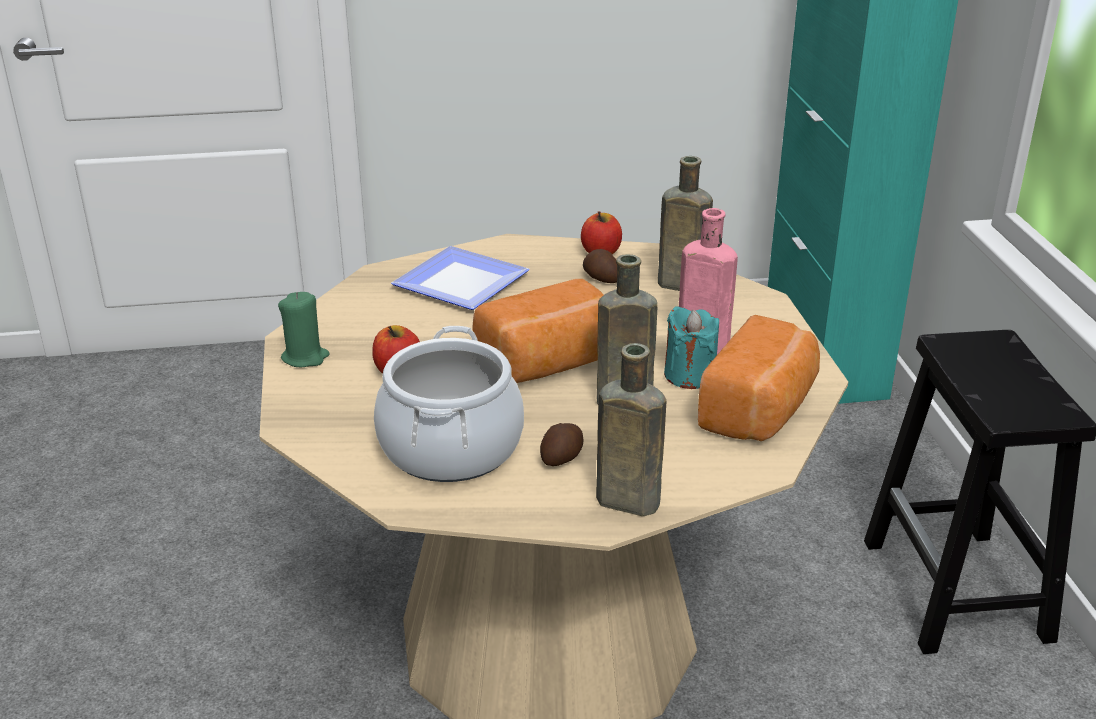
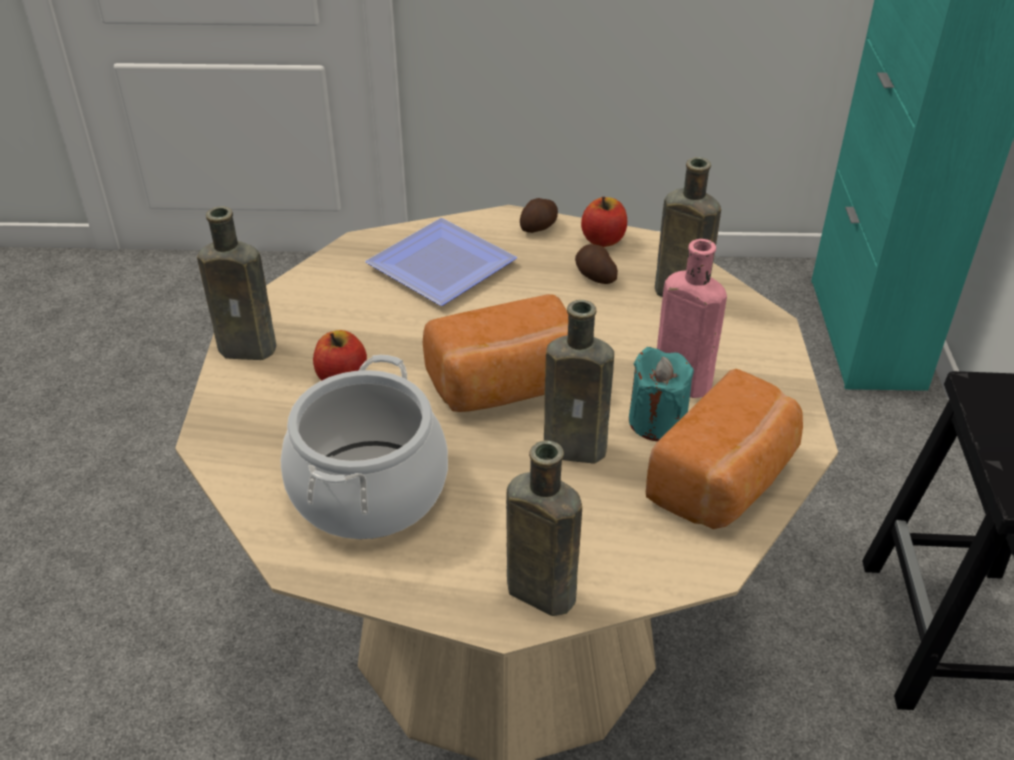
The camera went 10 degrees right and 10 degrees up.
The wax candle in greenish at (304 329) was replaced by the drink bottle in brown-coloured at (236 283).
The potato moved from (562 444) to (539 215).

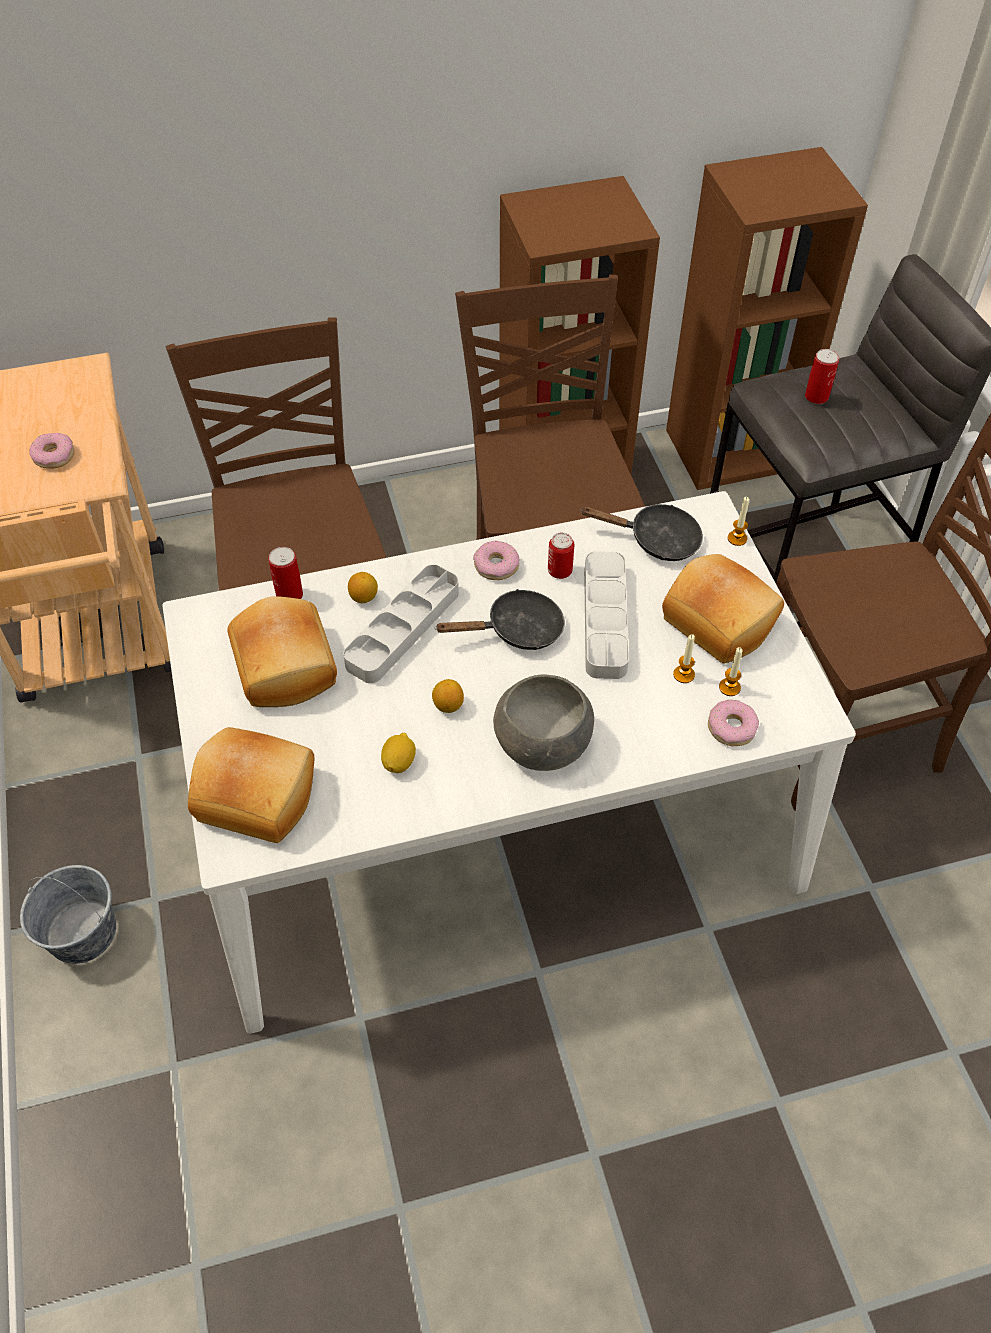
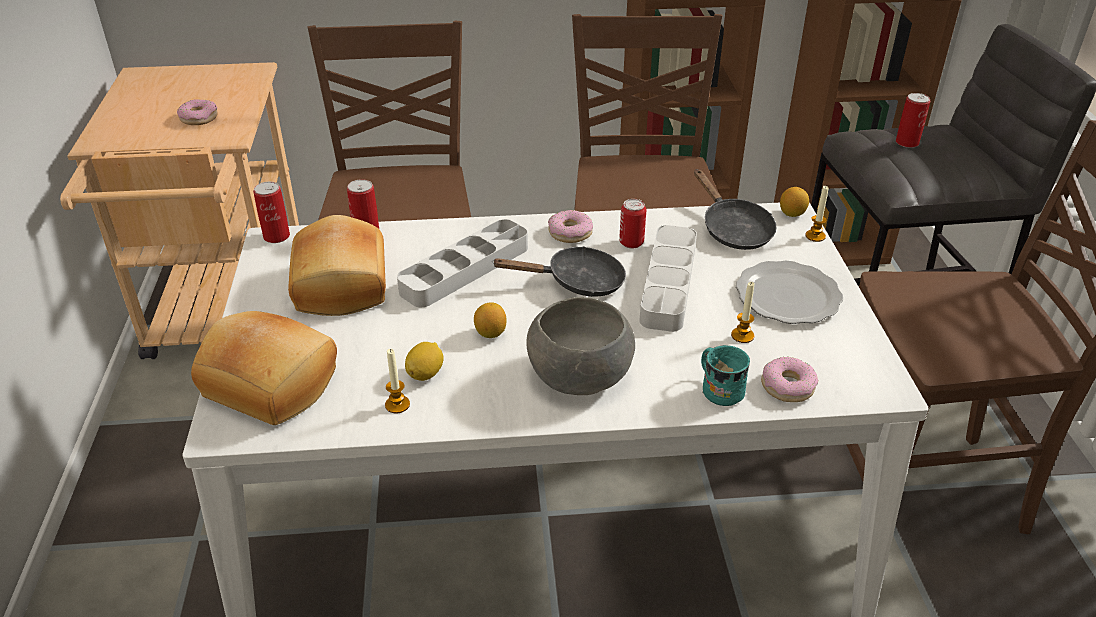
The camera went 10 degrees right and 15 degrees down.
The bucket in grey at (68 914) disappeared.
The citrus fruit moved from (363 587) to (794 202).
The skillet in black-coloured at (641 532) turned 45 degrees clockwise.
The bakery bread at (723 608) was replaced by the dinner plate at (789 292).
The wax candle moved from (731 671) to (397 381).
The sealed can at (271 212) appeared.
The tea mug in turquoise at (725 375) appeared.

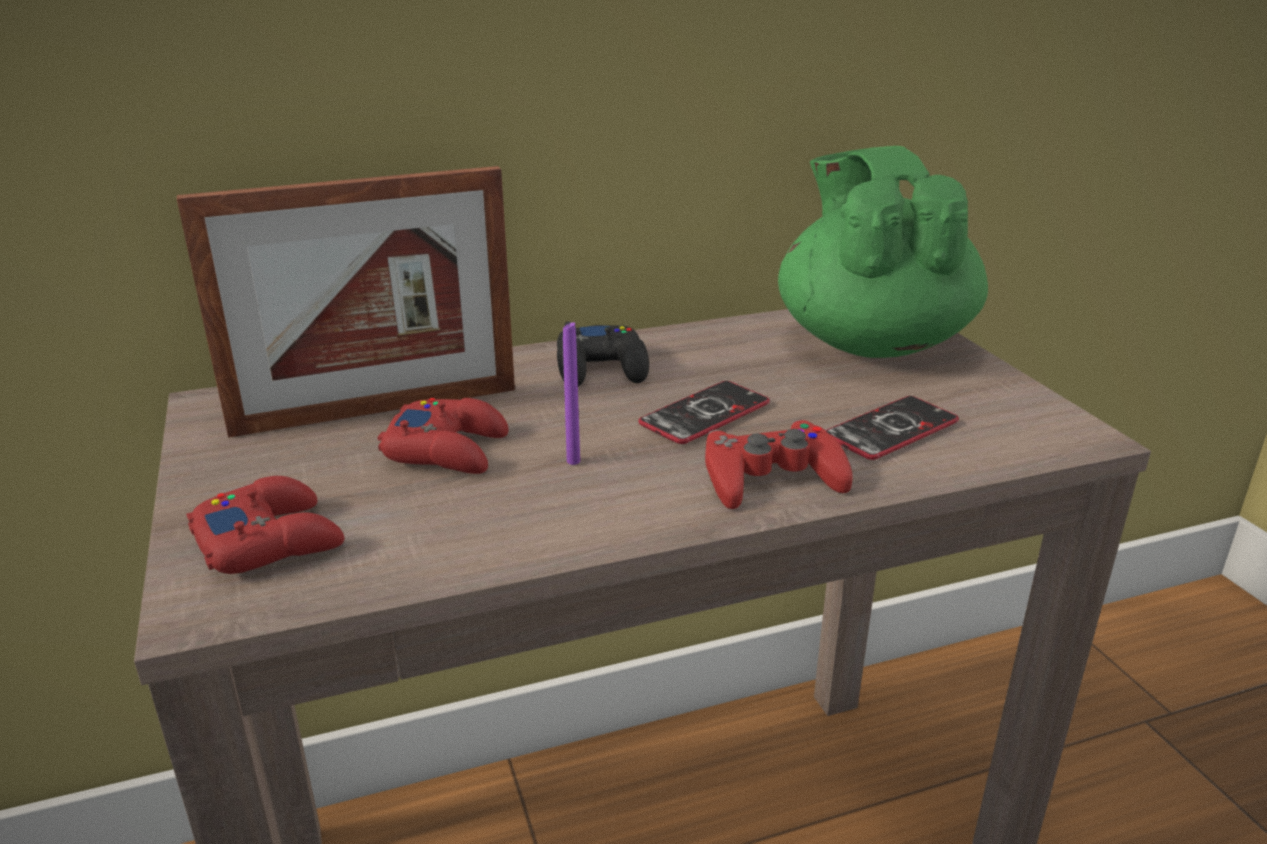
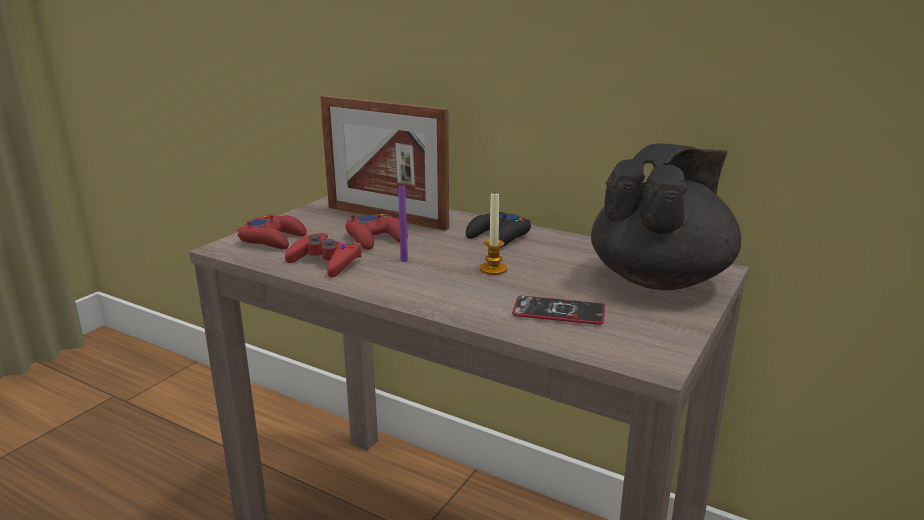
The camera went 50 degrees right and 5 degrees down.
The telephone at (704 412) was replaced by the wax candle at (493 234).
The gamepad in red-coloured moved from (779 464) to (323 255).
The tea pot in greenish at (883 252) became the tea pot in black-coloured at (666 216).

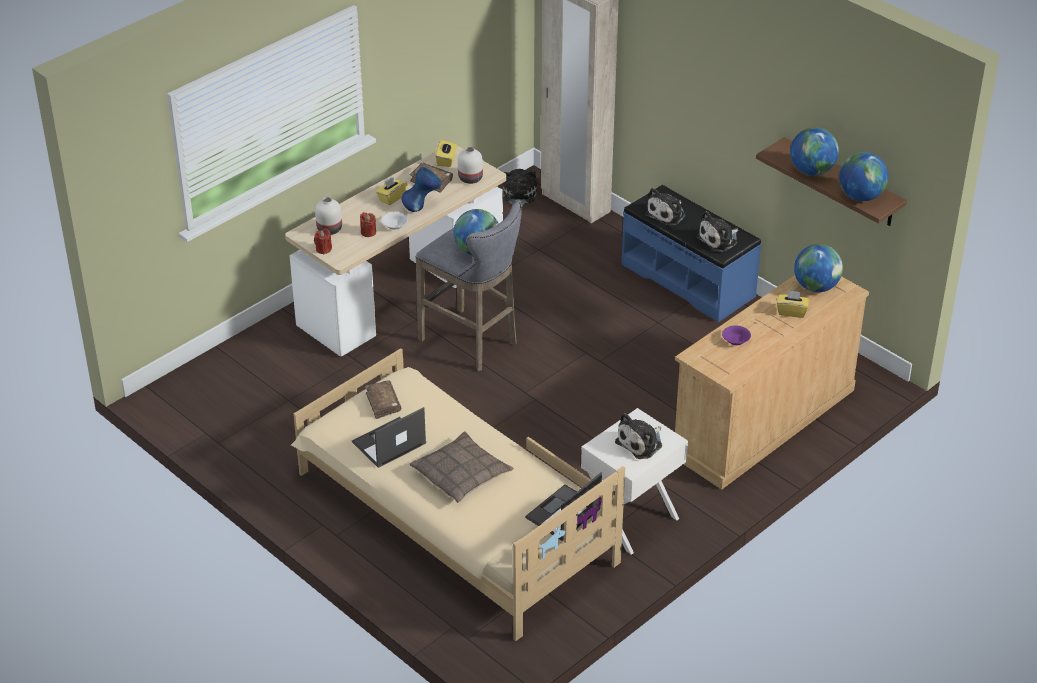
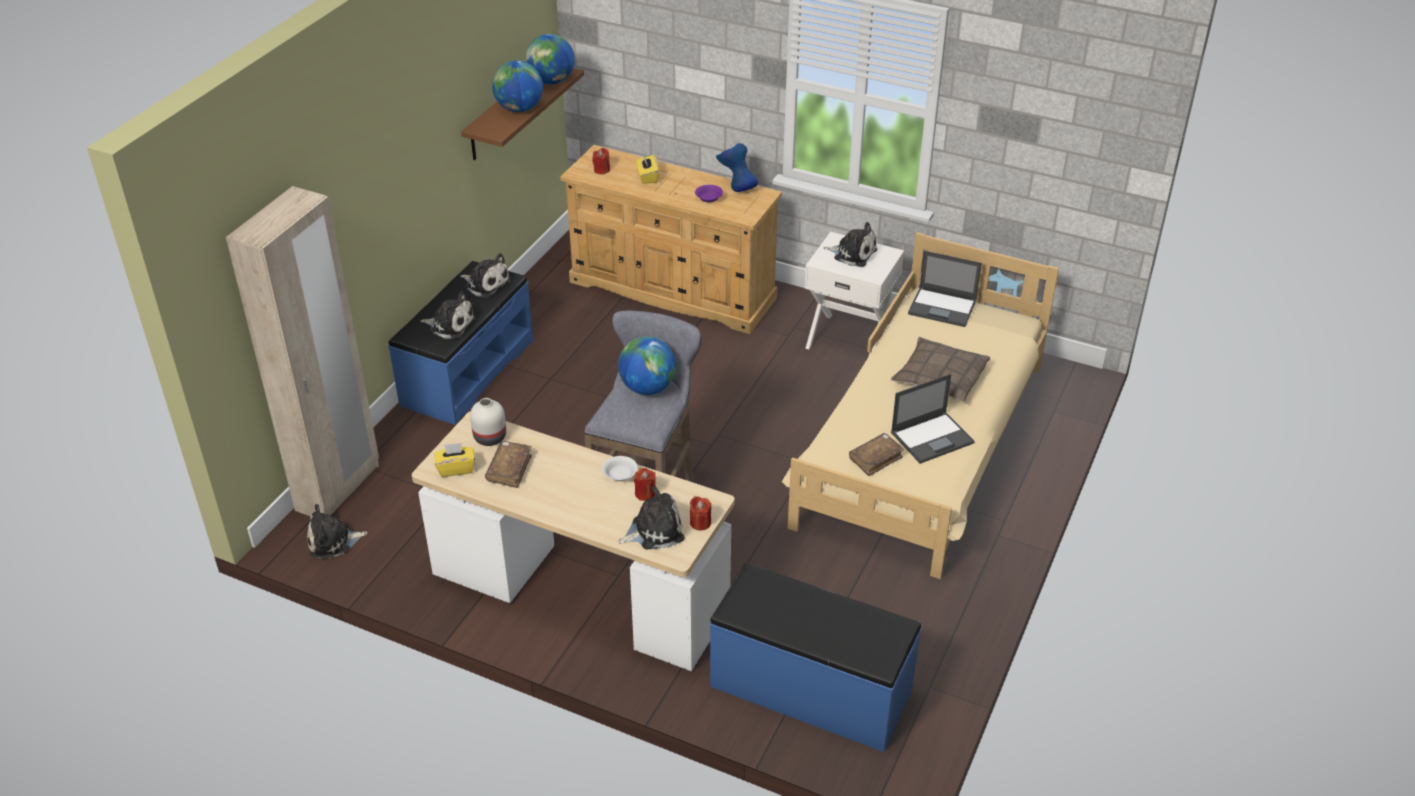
The camera went 110 degrees left and 0 degrees up.
The vase in white-coloured at (328 216) was replaced by the soft toy at (651 517).
The notebook computer at (389 437) turned 60 degrees counterclockwise.
The box of tissues in yellowish at (392 190) disappeared.
The vase in blue moved from (421 189) to (737 167).
The desk globe at (818 268) was replaced by the wax candle in red-coloured at (601 161).
The long seat in blue at (816 657) appeared.

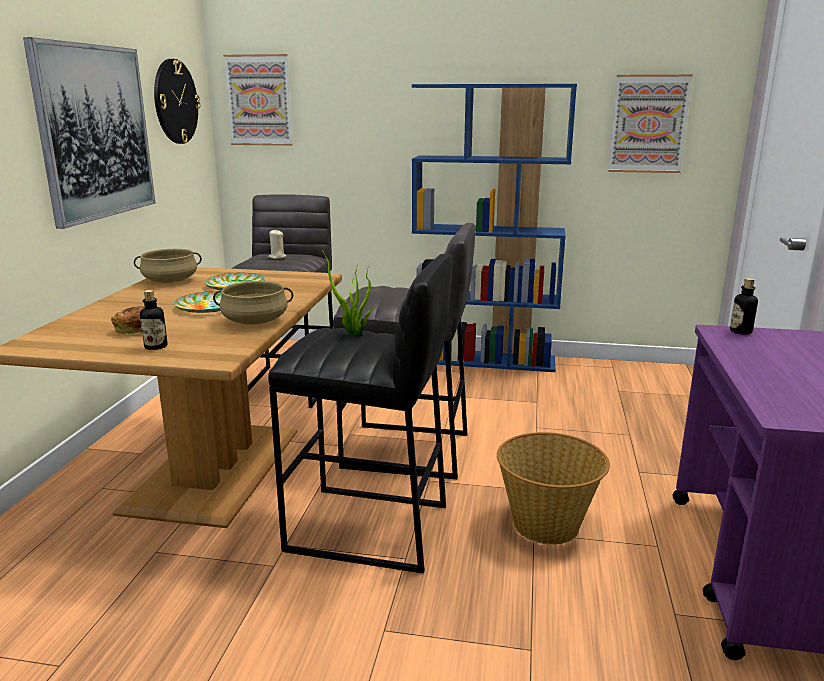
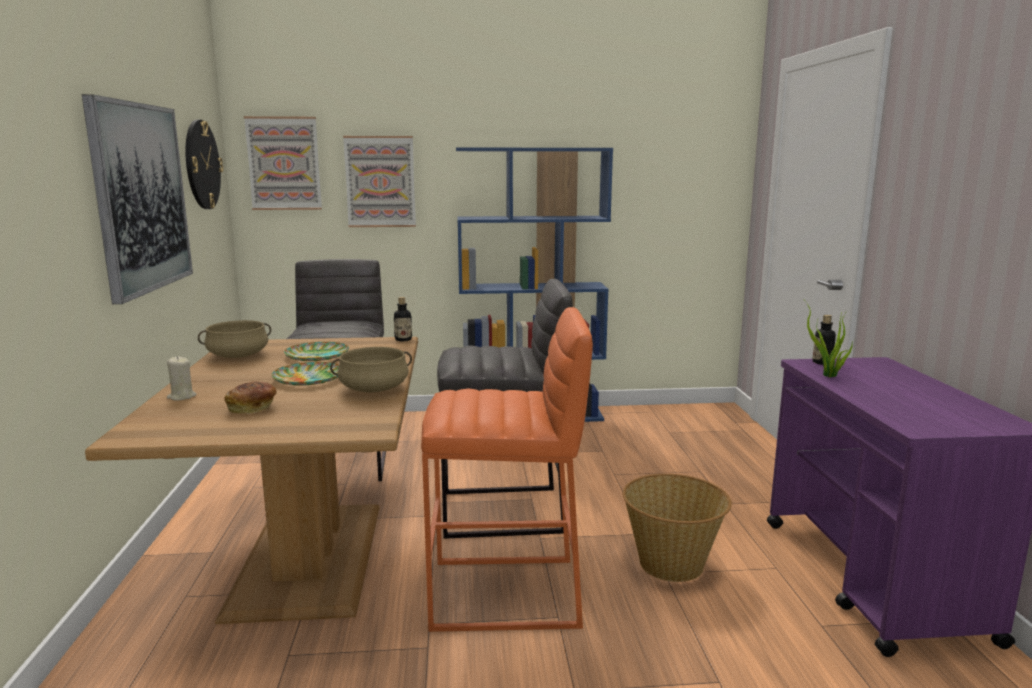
The camera went 15 degrees left and 5 degrees down.
The drink bottle moved from (153 320) to (403 319).
The wax candle in beige-coloured moved from (277 244) to (182 378).
The sitting stool in black-coloured at (360 413) became the sitting stool in orangey at (507 469).
The plant in a pot moved from (348 293) to (829 339).
The wall art moved from (650 123) to (379 181).

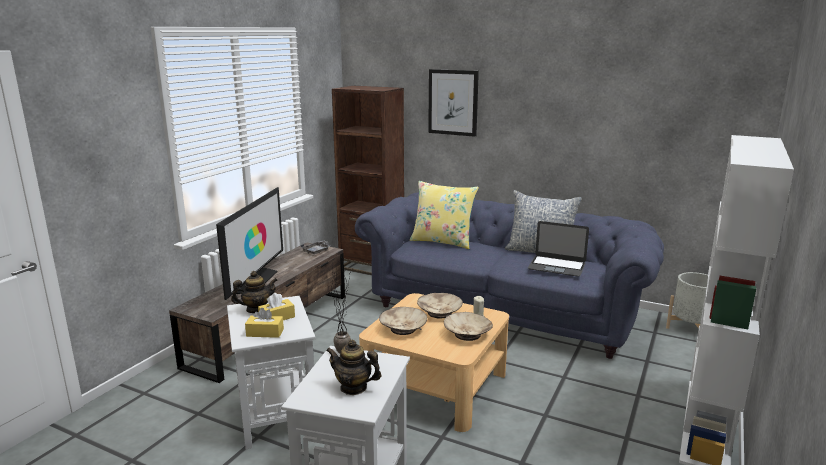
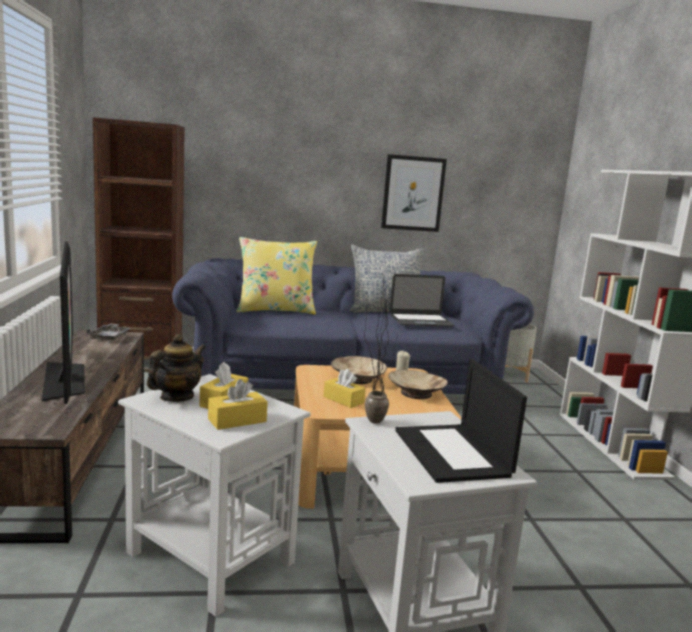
The camera went 35 degrees left and 5 degrees down.
The tea pot at (354 367) was replaced by the notebook computer at (461 421).
The deep dish in beige-coloured at (403 321) was replaced by the box of tissues in yellowish at (344 388).
The wall art moved from (453 103) to (414 193).

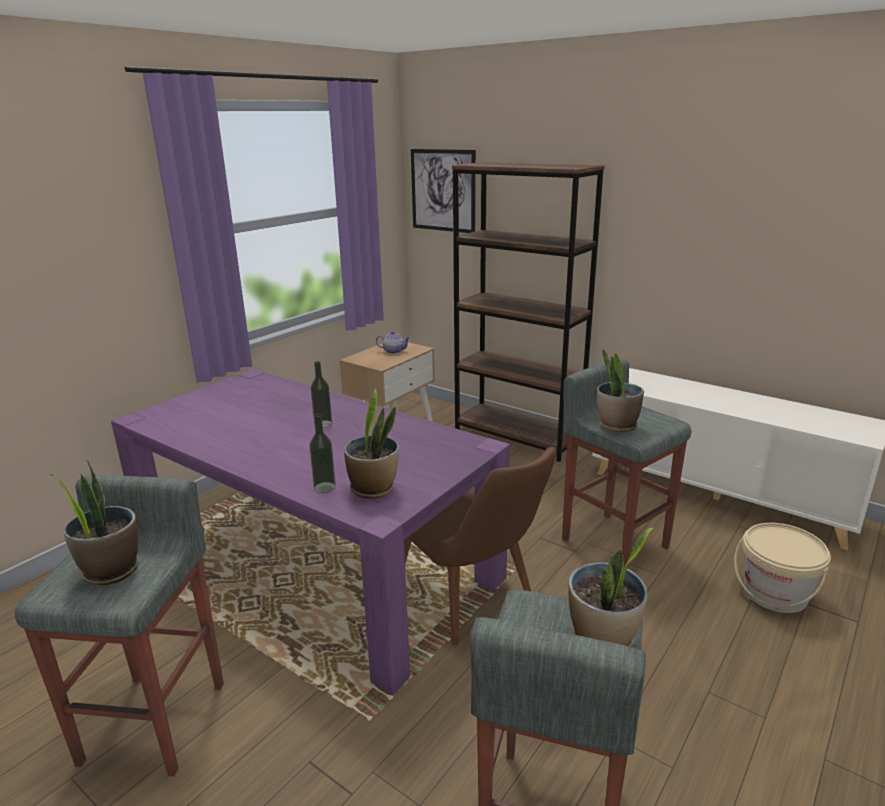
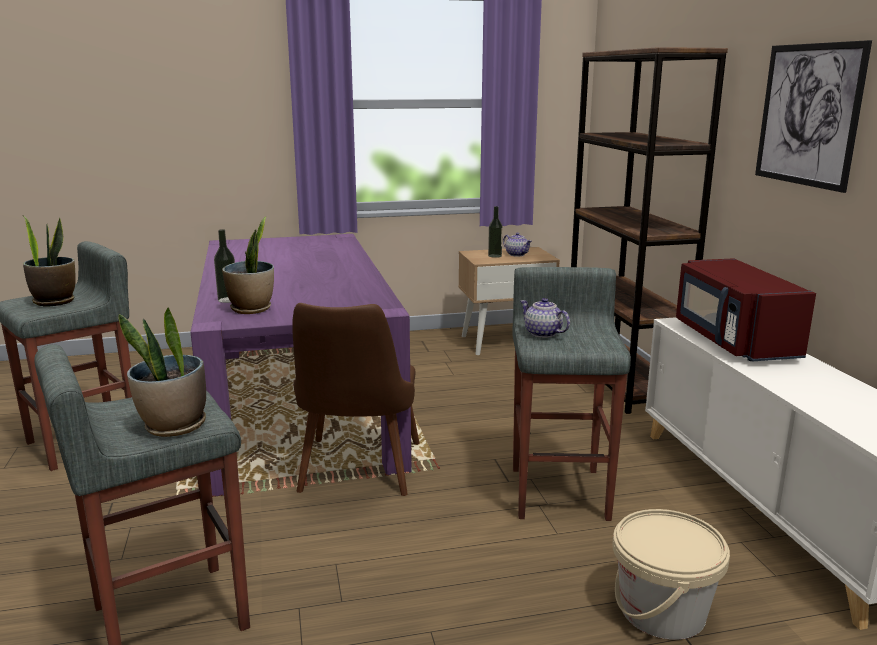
The camera went 40 degrees right and 5 degrees down.
The drink bottle moved from (321 394) to (495 232).
The wall art moved from (443 191) to (813 116).
The plant in a pot at (620 390) was replaced by the tea pot at (545 318).
The microwave oven in red-coloured at (746 309) appeared.

